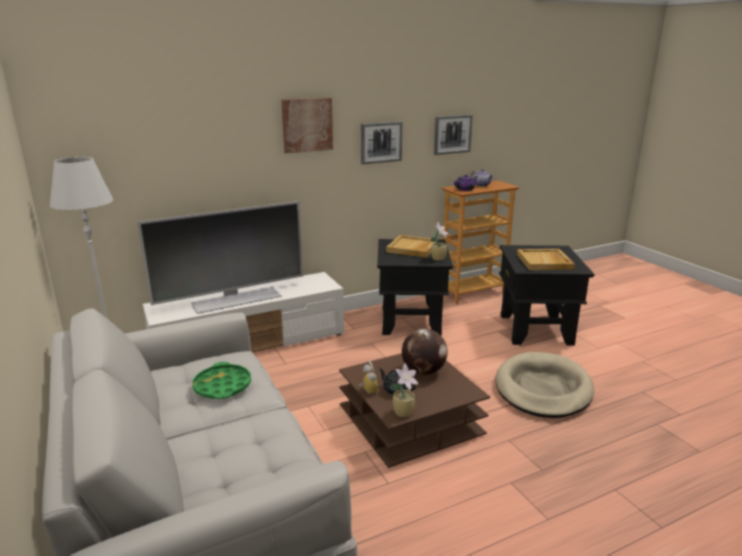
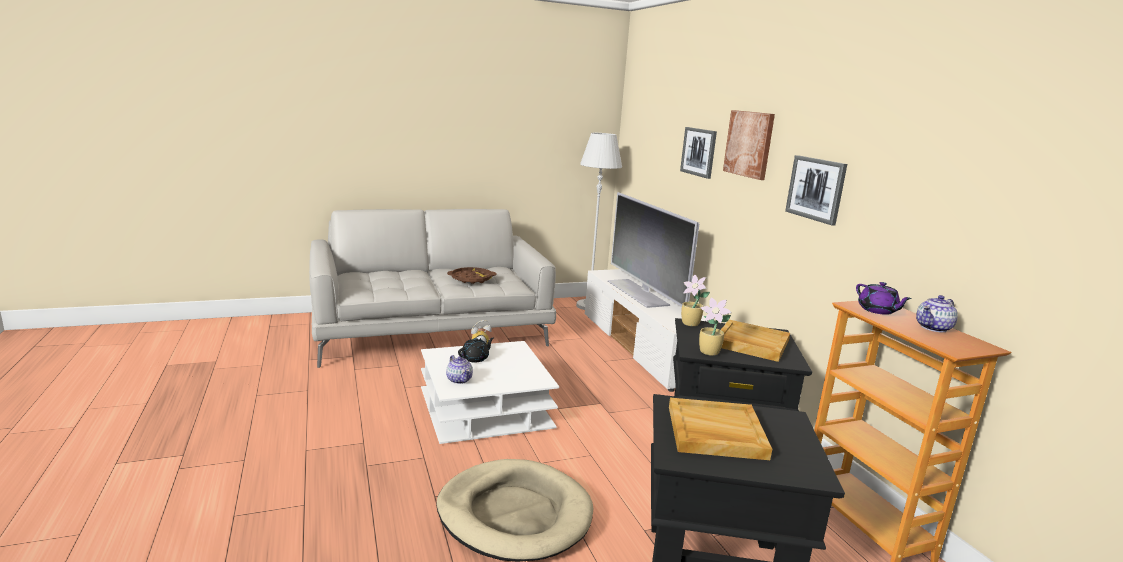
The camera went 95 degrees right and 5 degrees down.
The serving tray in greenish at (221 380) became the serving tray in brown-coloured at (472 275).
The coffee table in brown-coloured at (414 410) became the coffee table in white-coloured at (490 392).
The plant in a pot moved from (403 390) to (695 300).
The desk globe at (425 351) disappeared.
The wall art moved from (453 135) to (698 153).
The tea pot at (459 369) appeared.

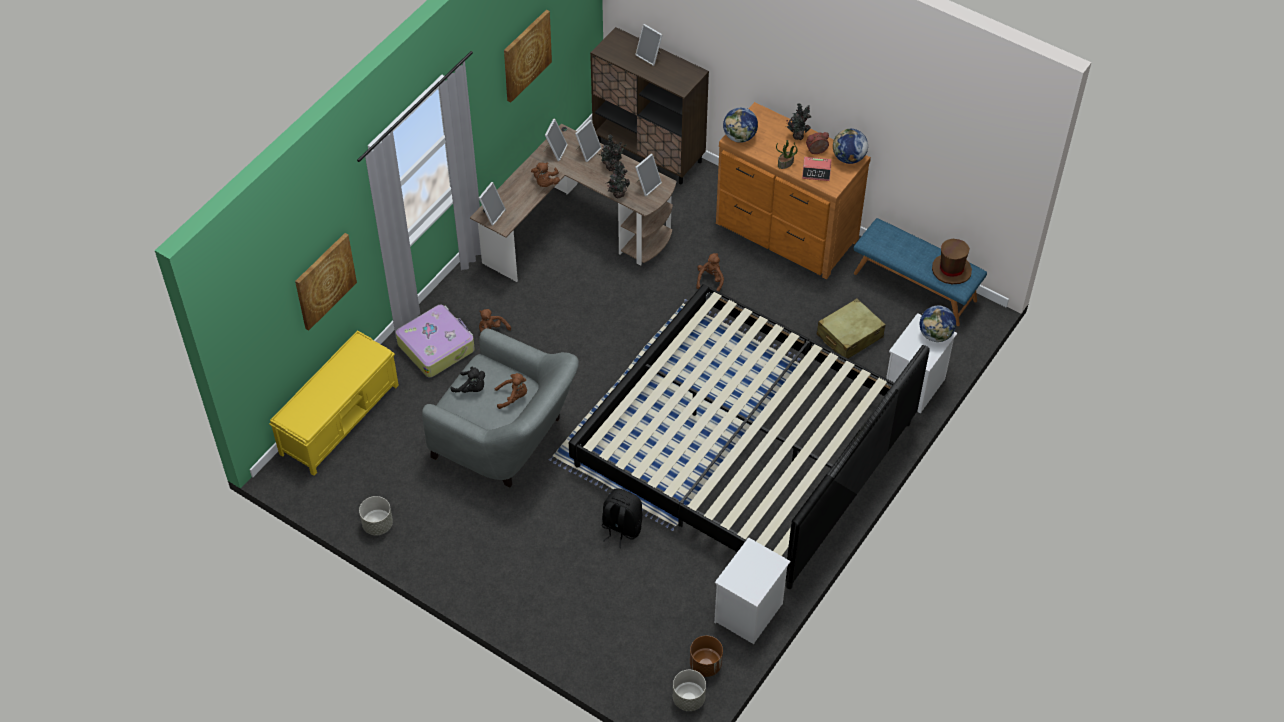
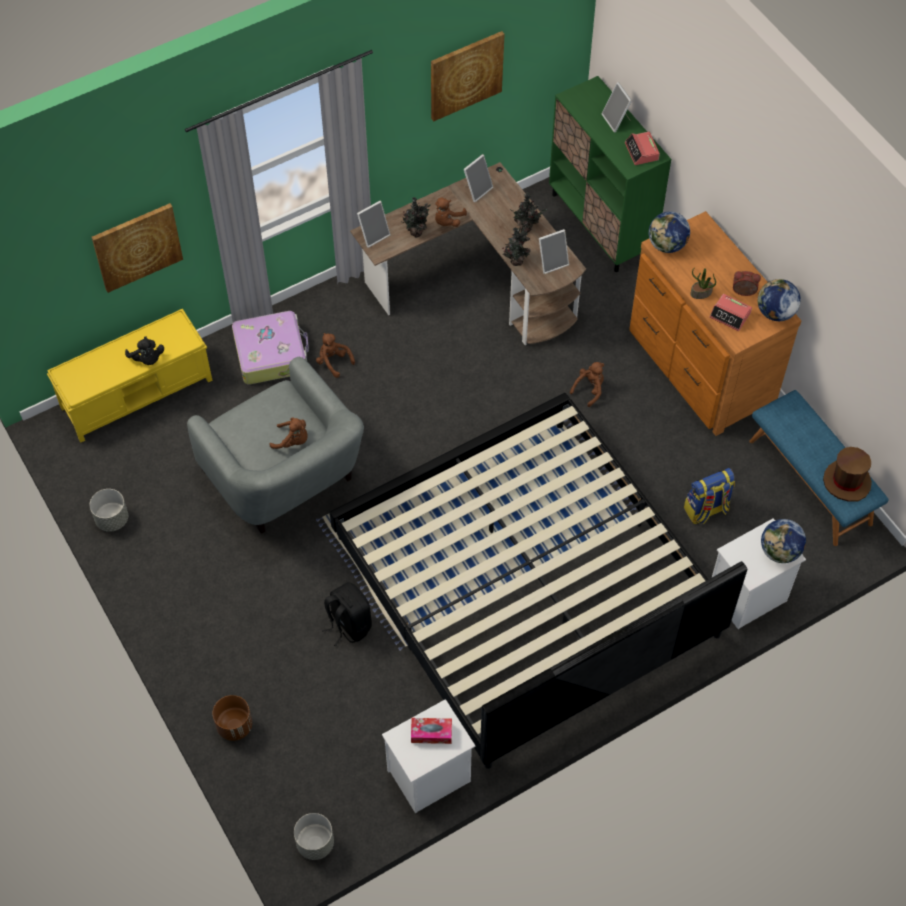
The camera went 25 degrees right and 5 degrees up.
The soft toy in black-coloured moved from (467 380) to (144 350).
The photo frame at (588 141) disappeared.
The cupboard in brown-coloured at (649 105) became the cupboard in greenish at (610 174).
The flower pot in brown-coloured moved from (706 656) to (232 718).
The plant in a pot moved from (798 121) to (416 217).
The suitcase in beige-coloured at (851 328) was replaced by the rucksack at (709 496).
The box of tissues at (431 731) appeared.
The bedside clock at (642 148) appeared.

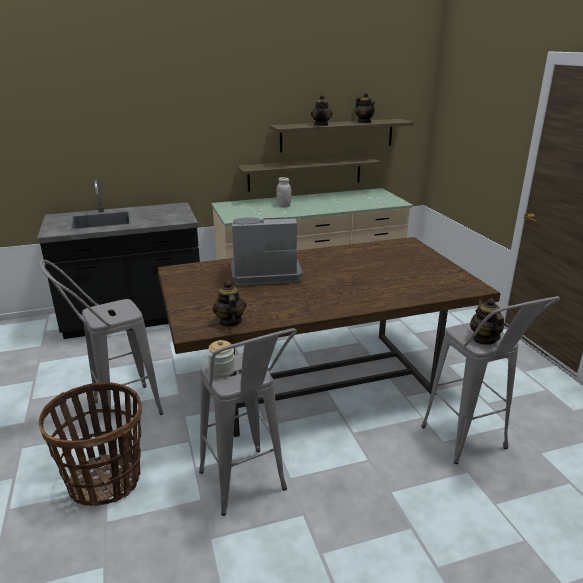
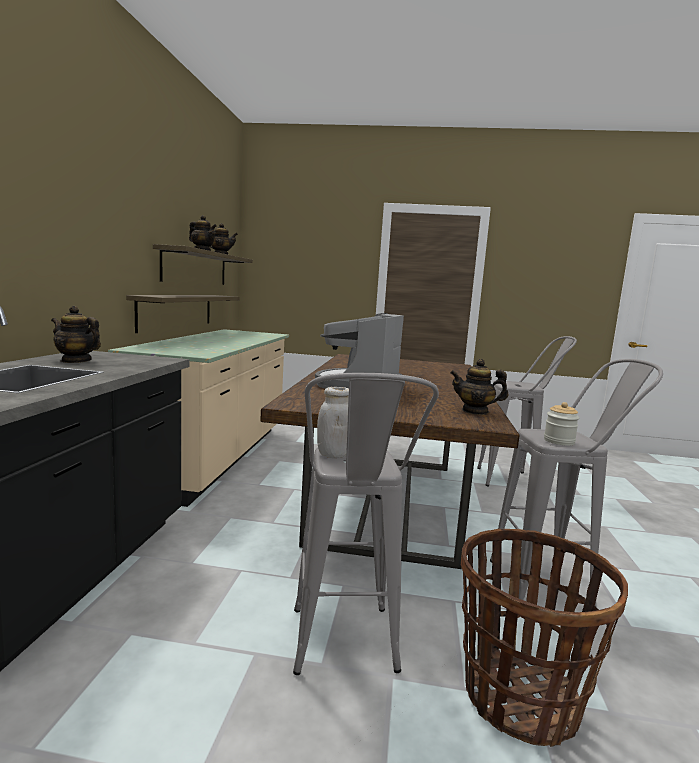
The camera went 65 degrees left and 15 degrees down.
The preserve jar in white-coloured moved from (284 192) to (333 422).
The tea pot moved from (487 321) to (76 334).

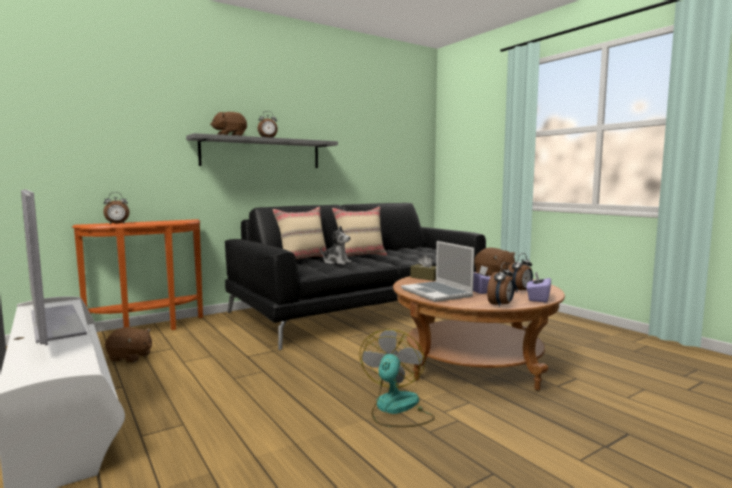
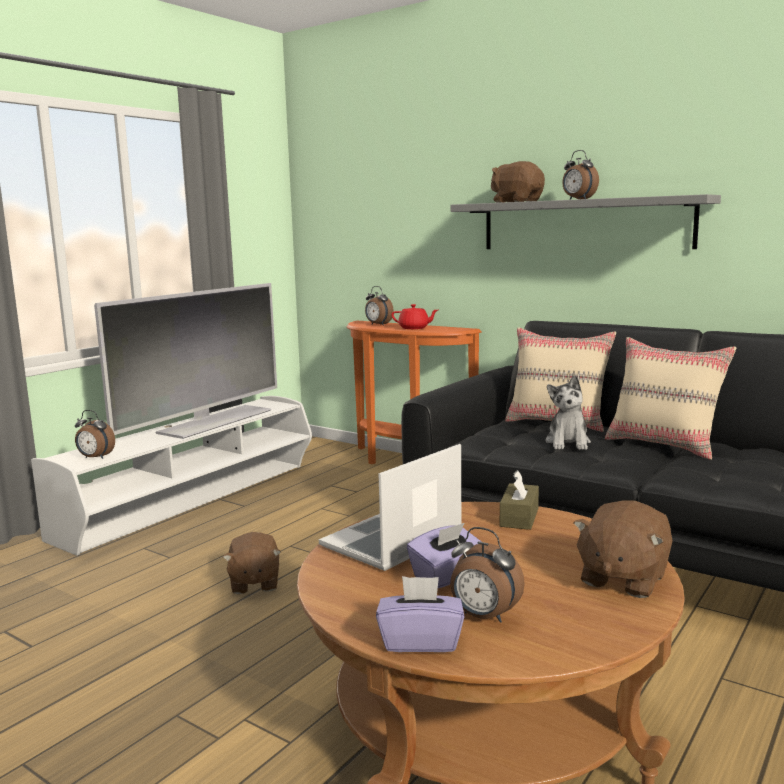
The camera went 70 degrees right and 5 degrees up.
The soft toy in brown-coloured moved from (128 345) to (252 563).
The fan at (397 378) disappeared.
The bedside clock moved from (501 284) to (95 434).
The tea pot in red-coloured at (414 316) appeared.

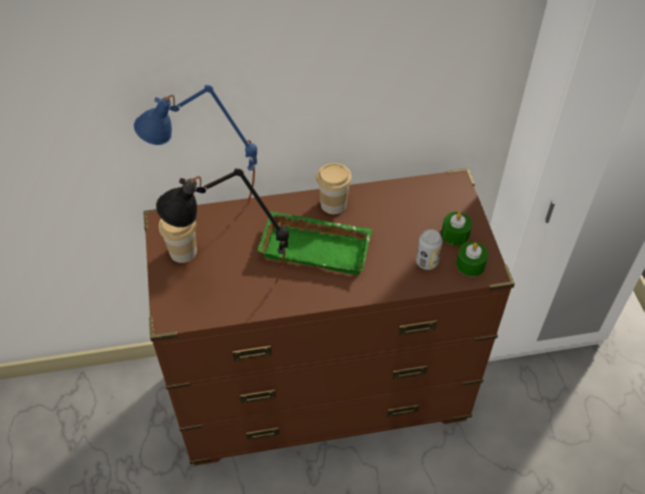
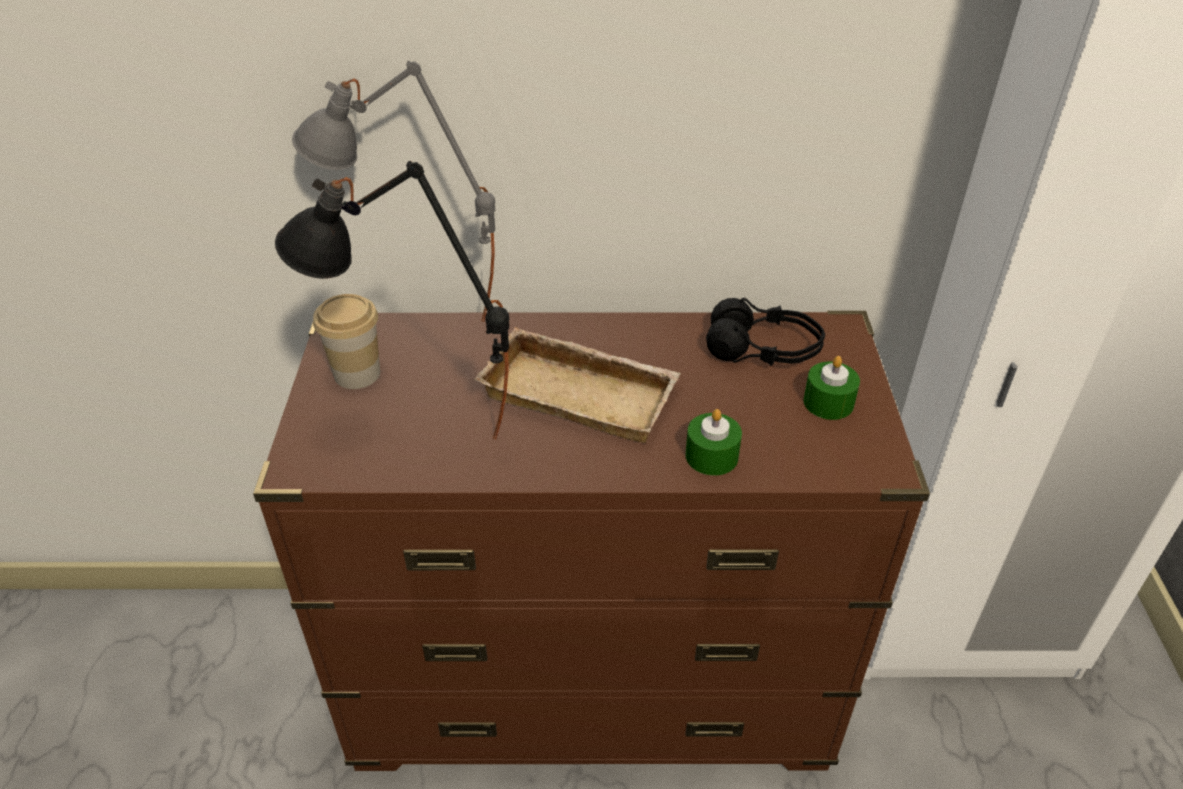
The camera went 10 degrees right and 10 degrees down.
The table lamp in blue at (195 145) became the table lamp in grey at (393 191).
The serving tray in greenish at (315 243) became the serving tray in beige-coloured at (577 385).
The drinking cup at (334 188) disappeared.
The sealed can at (429 249) disappeared.
The wax candle in greenish moved from (472 259) to (713 442).
The pair of headphones in black-coloured at (765 332) appeared.

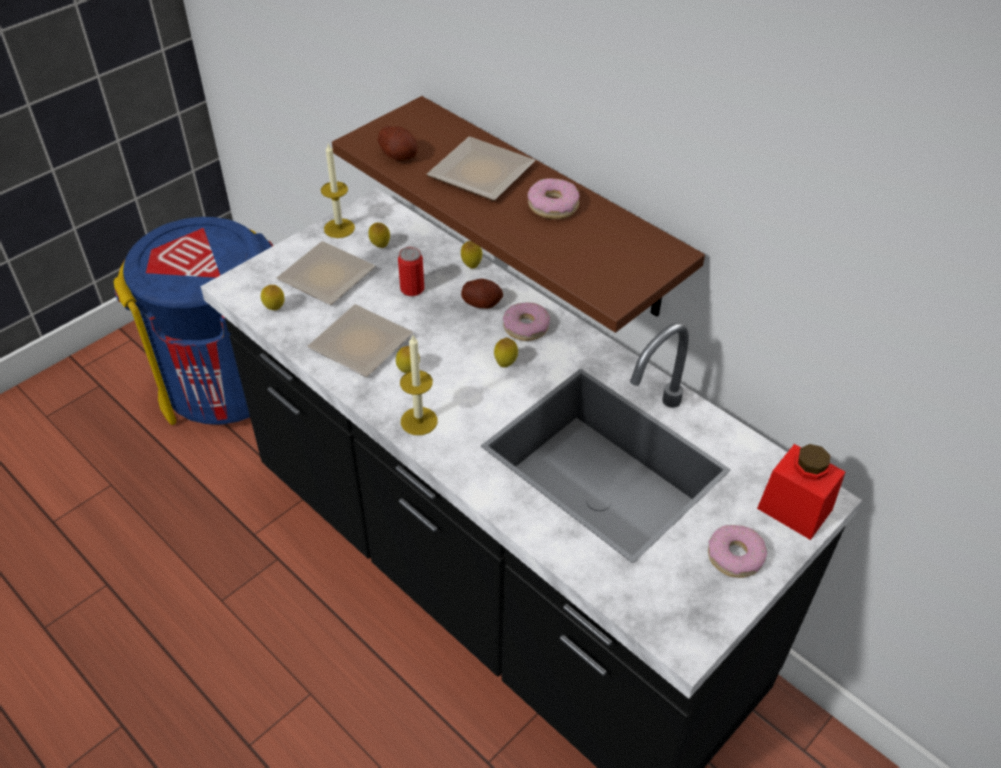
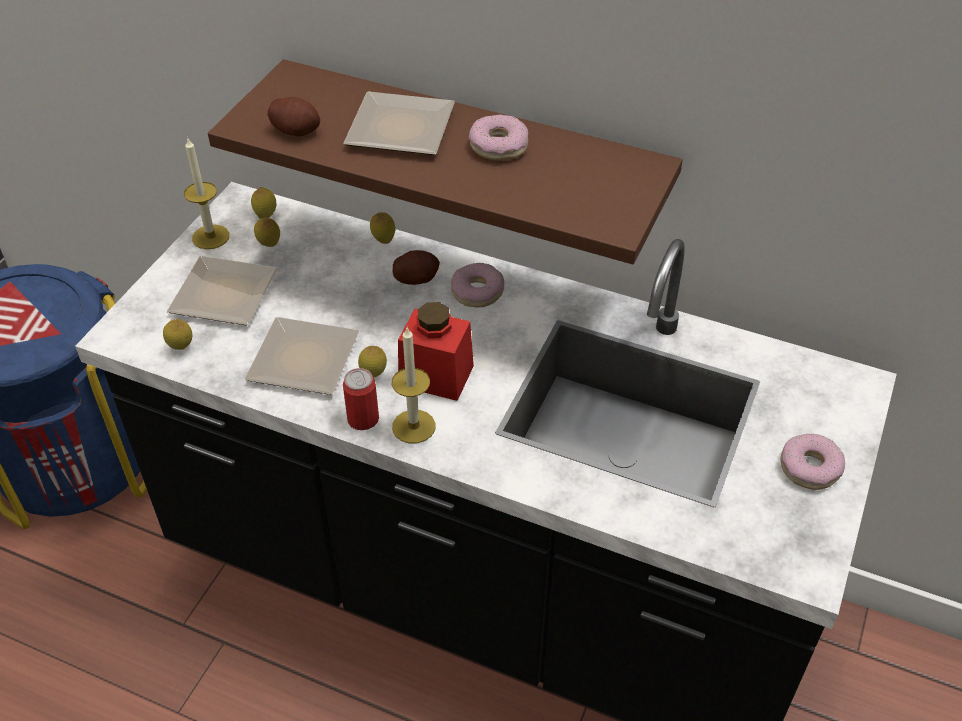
The camera went 20 degrees left and 0 degrees up.
The sealed can moved from (411 271) to (361 399).
The citrus fruit moved from (506 352) to (263 203).
The preserve jar in red-coloured moved from (801 492) to (436 351).

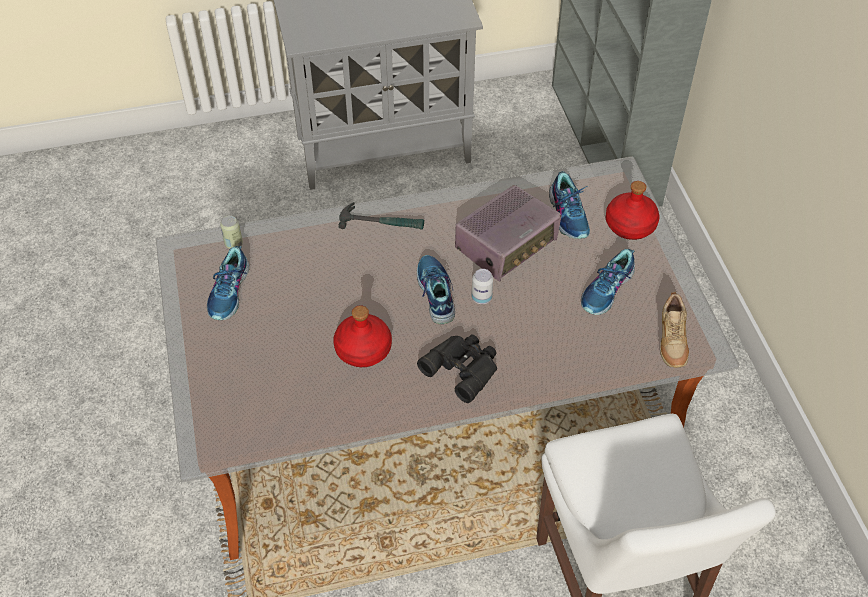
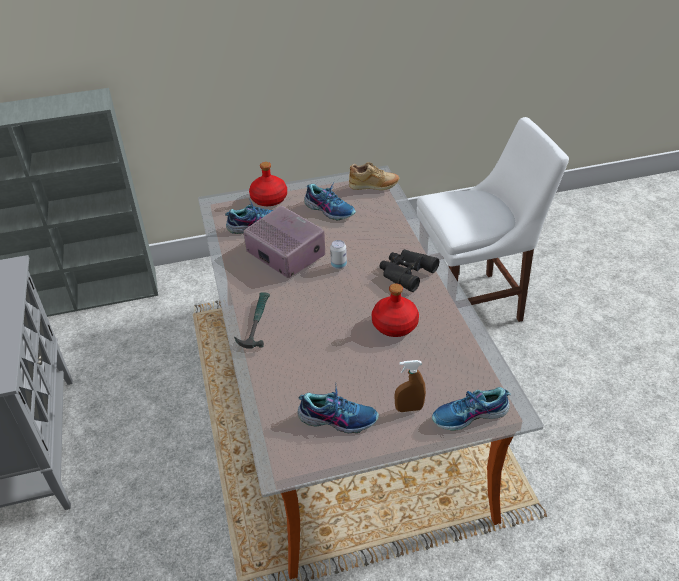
The camera went 90 degrees left and 10 degrees down.
The sealed can at (231 232) disappeared.
The shoe moved from (436 289) to (471 409).
The hand sprayer in brown-coloured at (410 386) appeared.

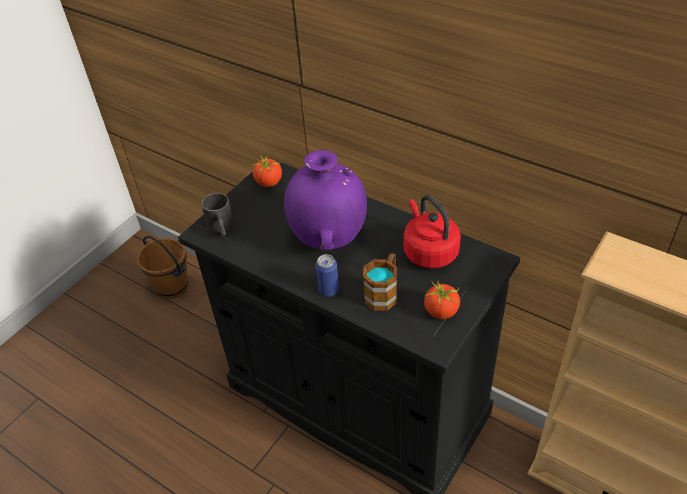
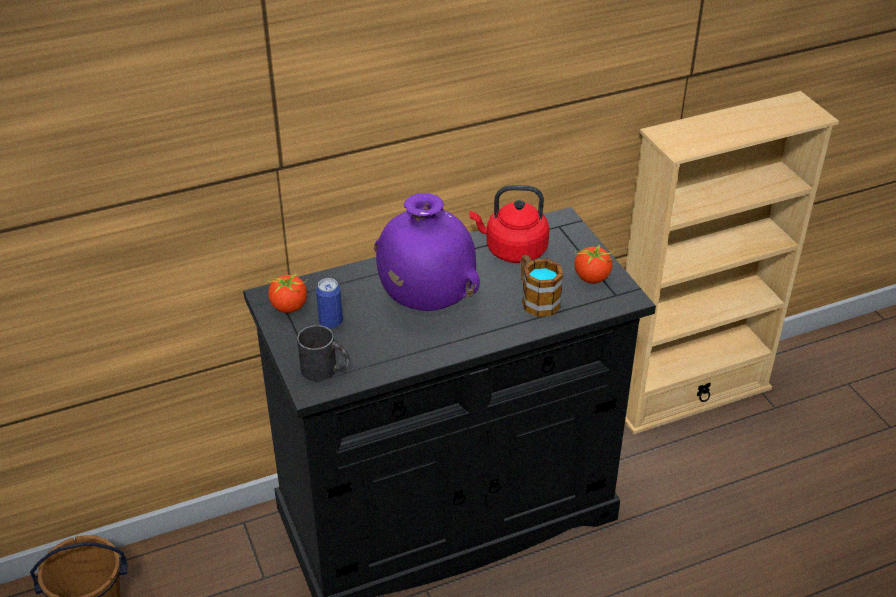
The camera went 60 degrees left and 5 degrees down.
The sealed can moved from (327 275) to (329 303).

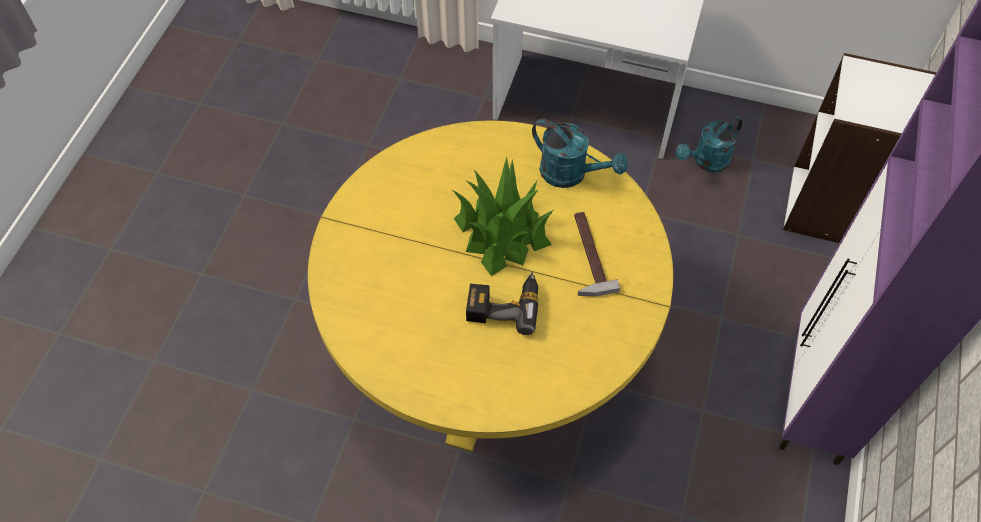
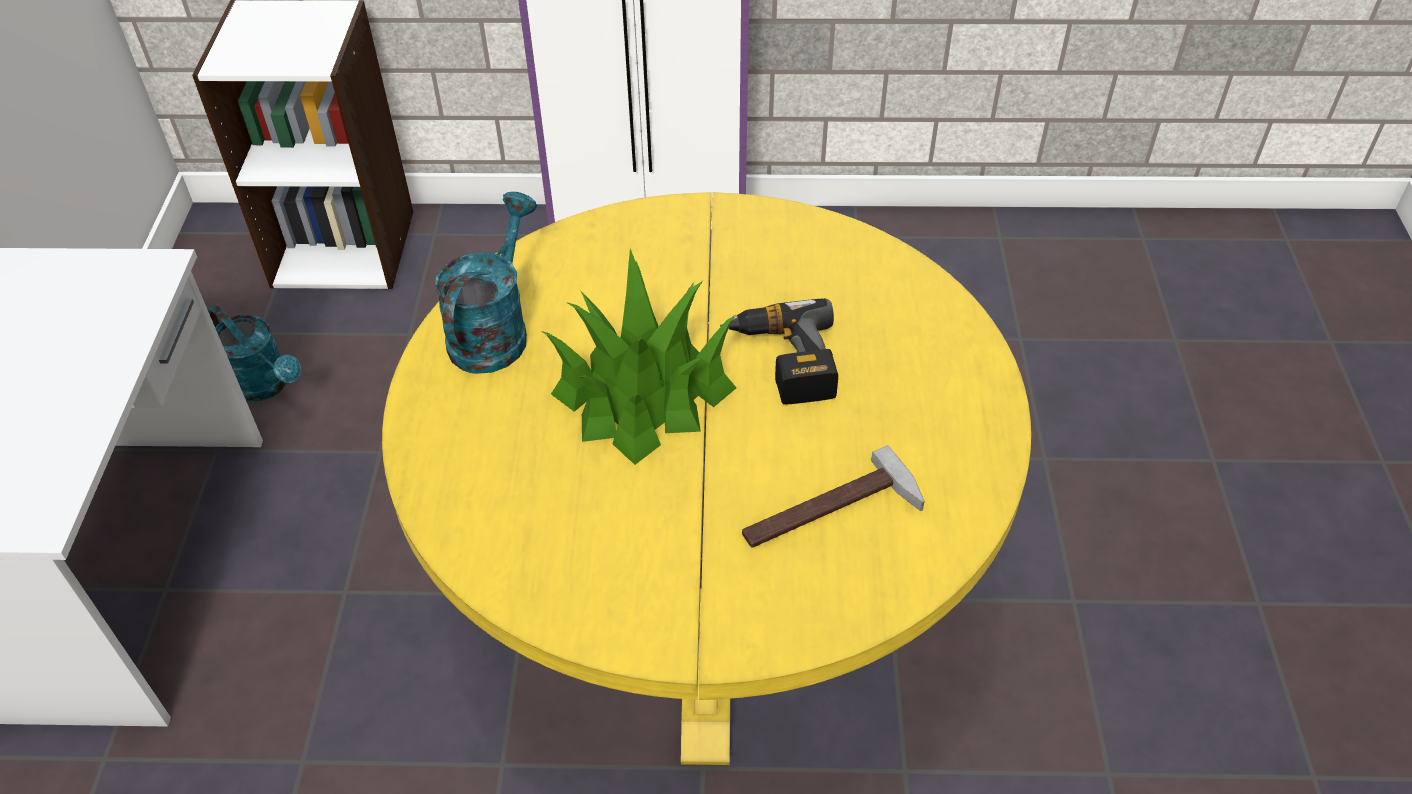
The camera went 105 degrees left and 10 degrees down.
The hand hammer moved from (597 254) to (833 496).

